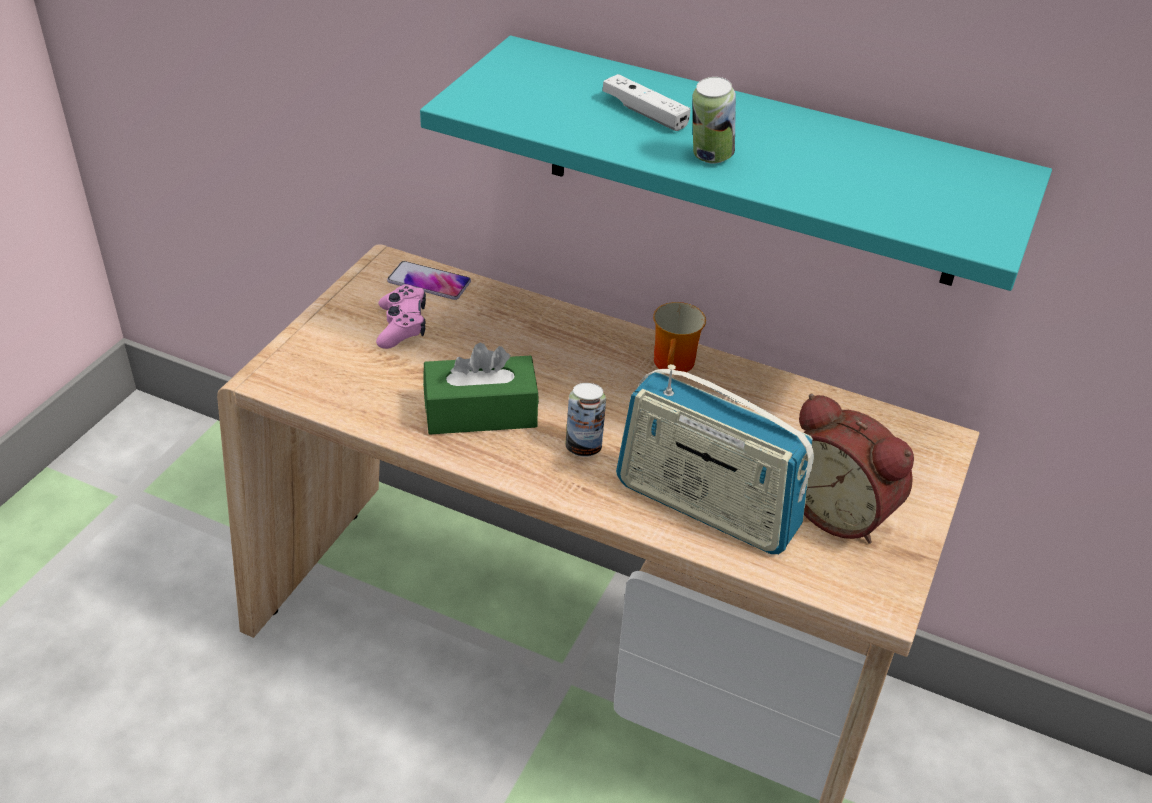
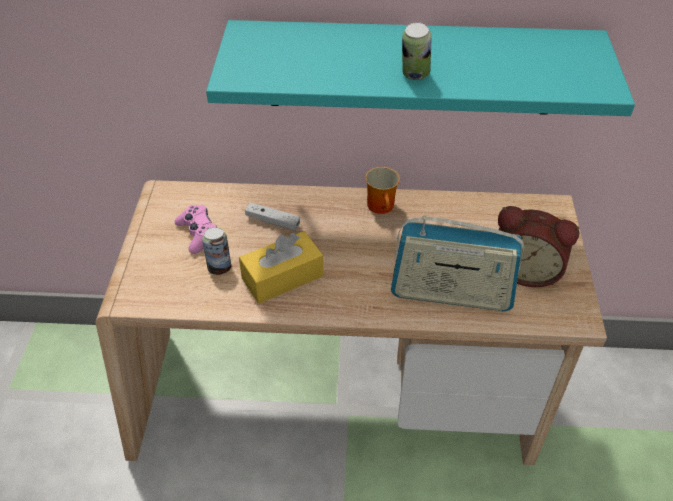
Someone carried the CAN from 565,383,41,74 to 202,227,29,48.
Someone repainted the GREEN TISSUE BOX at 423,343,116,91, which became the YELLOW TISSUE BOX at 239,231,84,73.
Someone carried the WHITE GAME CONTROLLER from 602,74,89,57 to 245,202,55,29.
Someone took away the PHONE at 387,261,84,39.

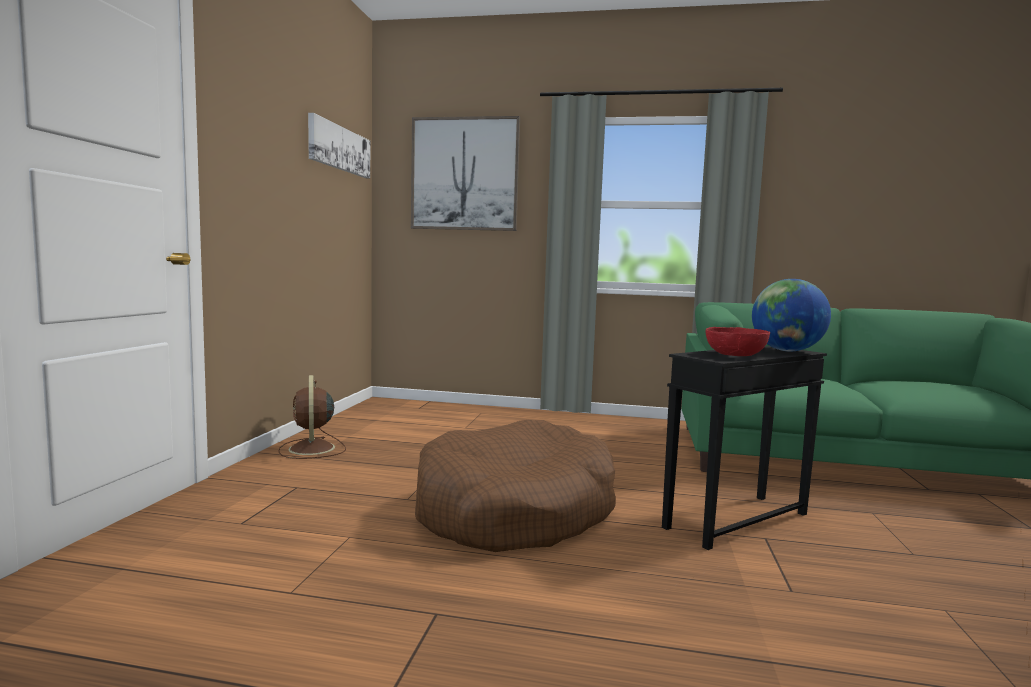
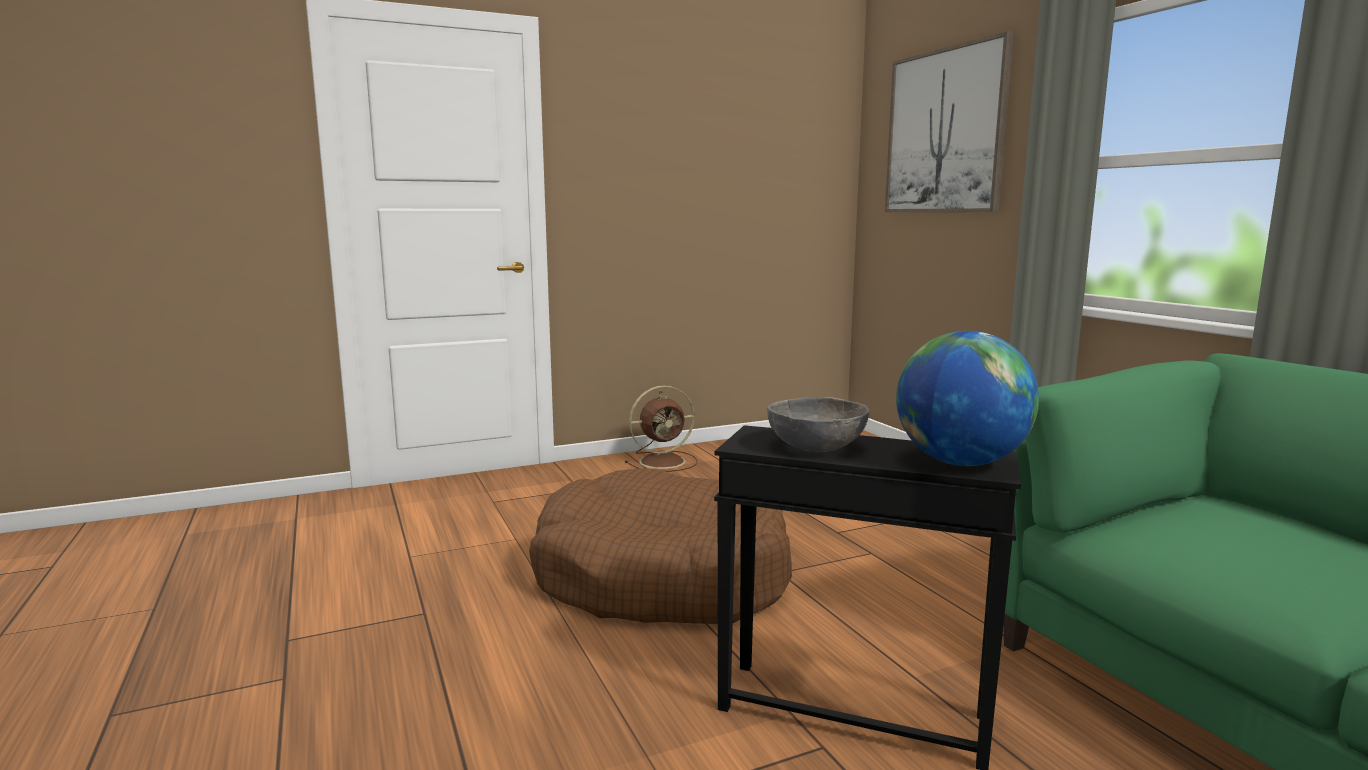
Someone rotated the BROWN FAN at 278,375,68,84 by 150 degrees counterclockwise.
Someone repainted the RED BOWL at 705,327,65,29, which became the GREY BOWL at 767,397,102,55.
Someone took away the PICTURE at 308,113,62,65.

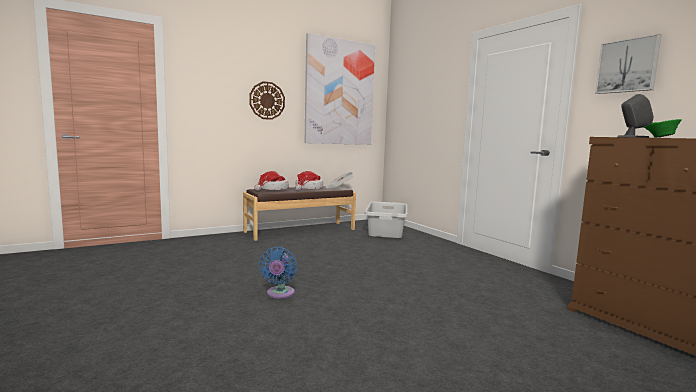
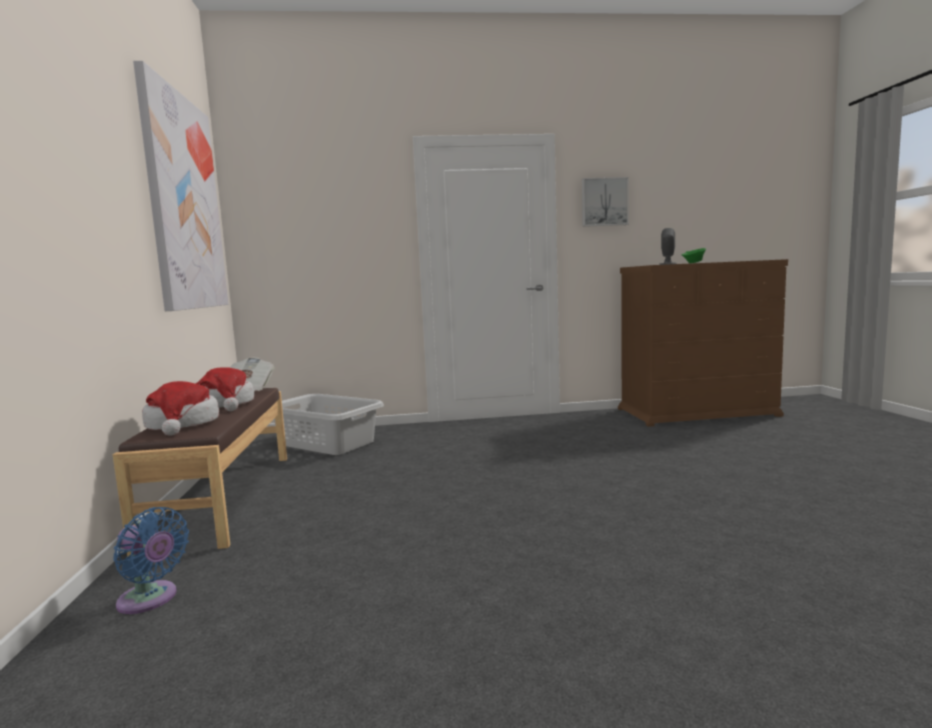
Someone carried the BLUE FAN from 259,247,38,51 to 113,507,76,107.
Someone took away the WALL CLOCK at 249,81,36,39.

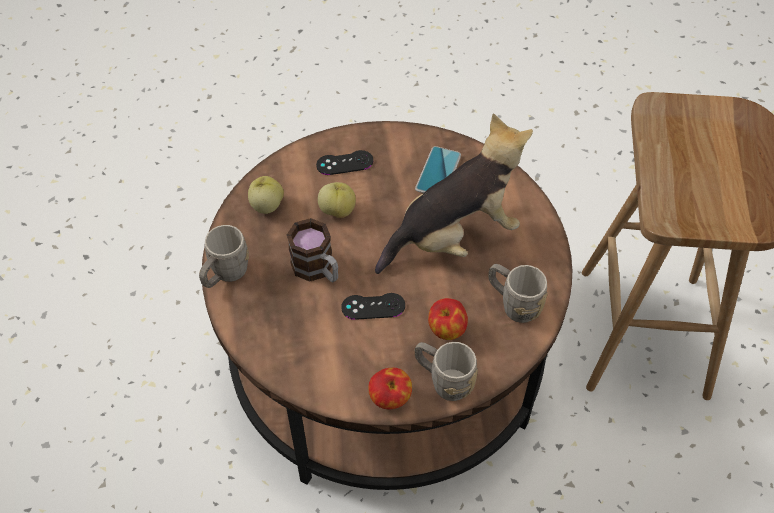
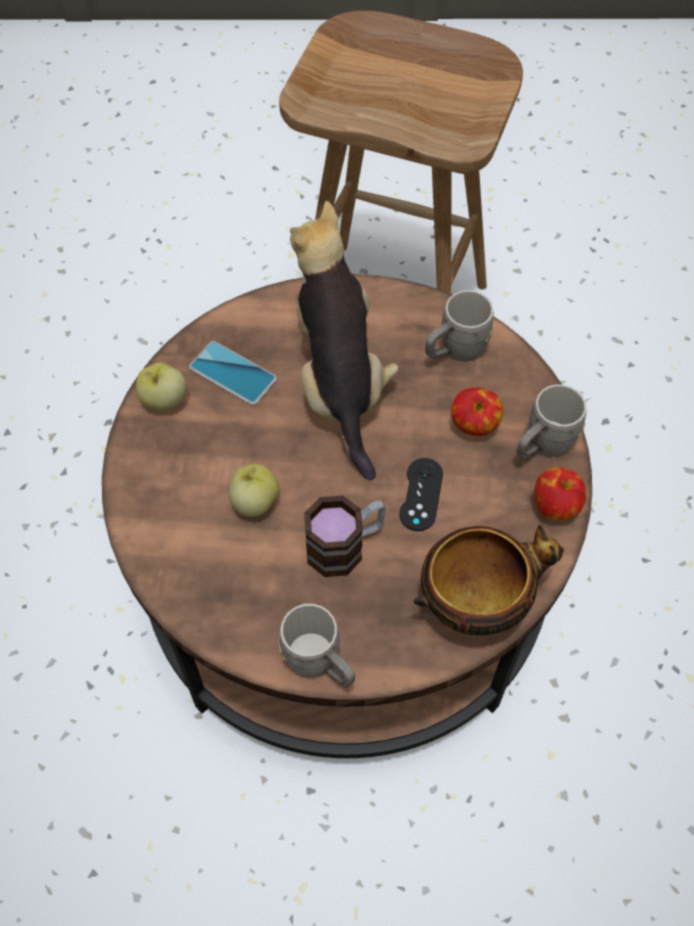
Someone carried the APPLE from 248,176,36,38 to 136,362,51,48.
Someone put down the BOWL at 414,525,150,111.
Someone took away the BLACK GAME CONTROLLER at 316,150,57,25.

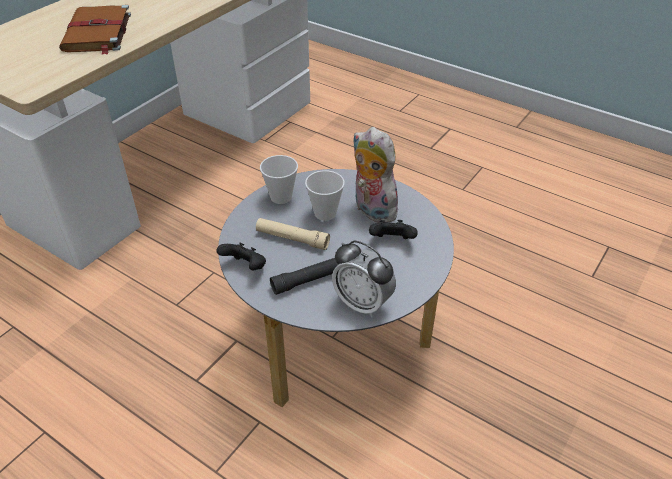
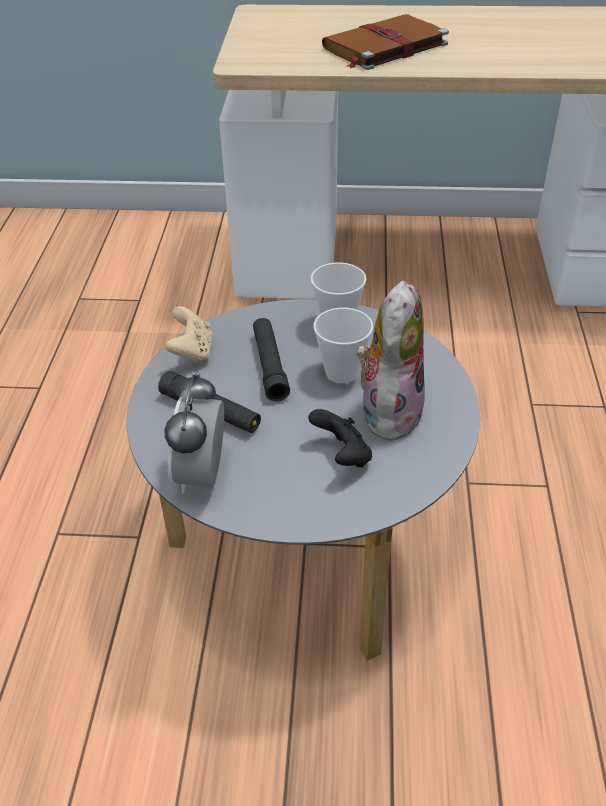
Someone repainted the BLACK GAME CONTROLLER at 216,243,50,27, which became the BEIGE GAME CONTROLLER at 165,306,48,58.
Someone repainted the BEIGE FLASHLIGHT at 256,218,74,32, which became the BLACK FLASHLIGHT at 253,318,37,84.

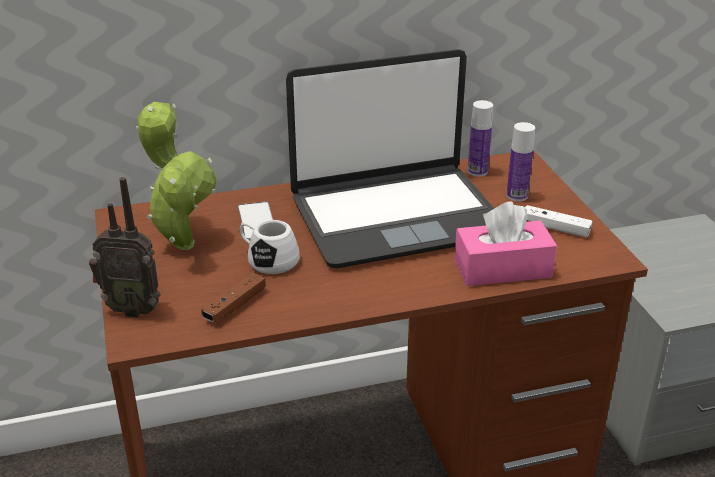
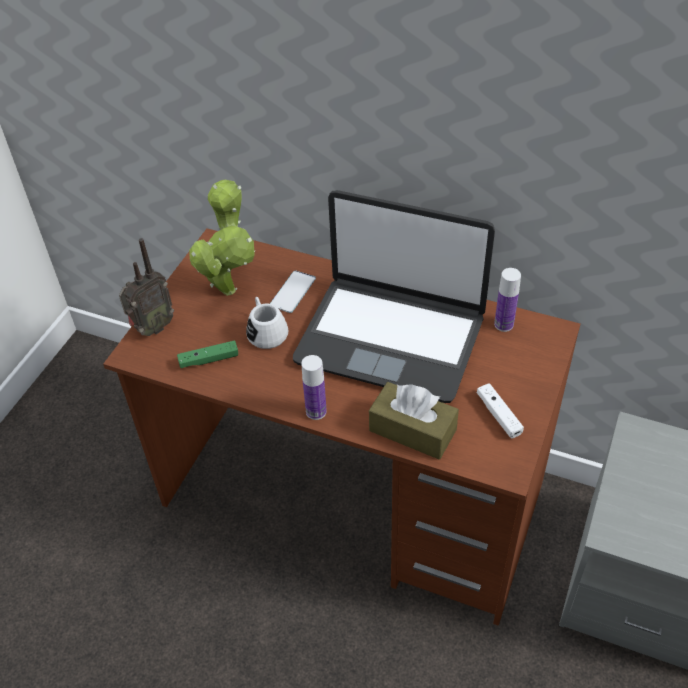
Someone rotated the RADIO at 89,177,72,141 by 90 degrees counterclockwise.
Someone repainted the BROWN GAME CONTROLLER at 201,272,65,50, which became the GREEN GAME CONTROLLER at 177,340,61,28.
Someone carried the BOTTLE from 506,122,29,79 to 301,355,26,65.
Someone repainted the PINK TISSUE BOX at 454,201,103,85, which became the BROWN TISSUE BOX at 369,382,90,78.

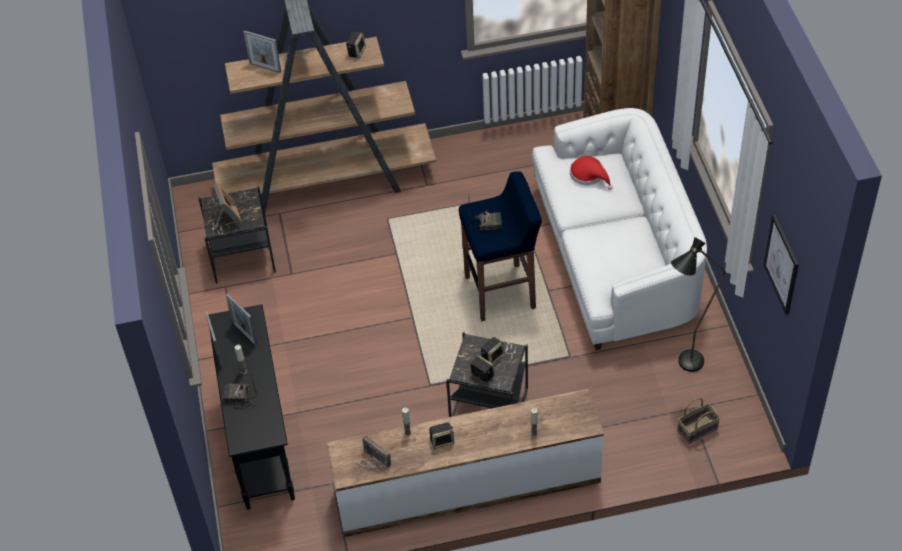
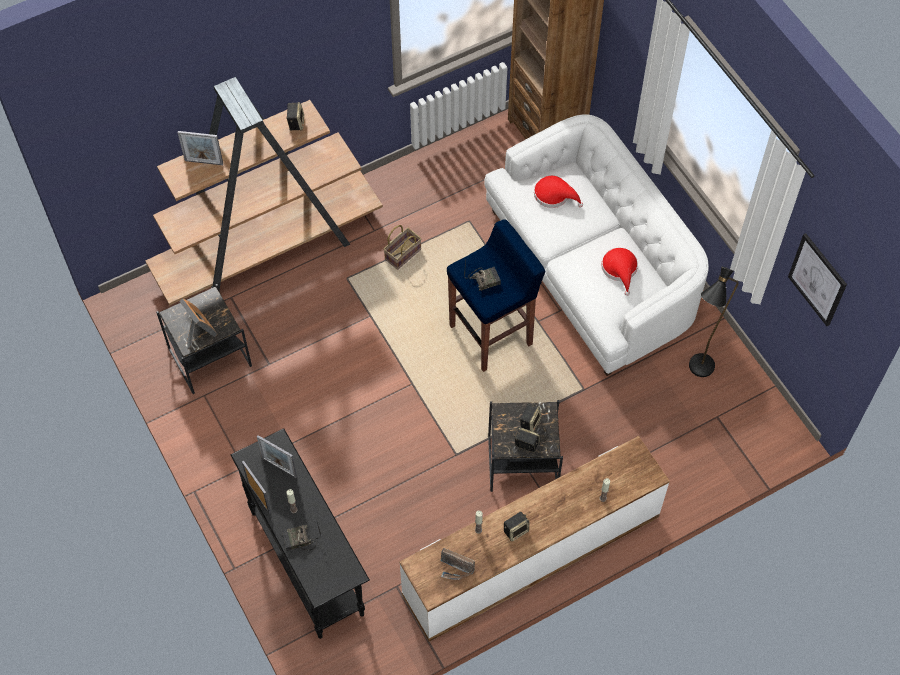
Someone carried the BASKET from 677,398,43,47 to 384,225,37,45.
Someone put down the RED HAT at 601,248,37,48.

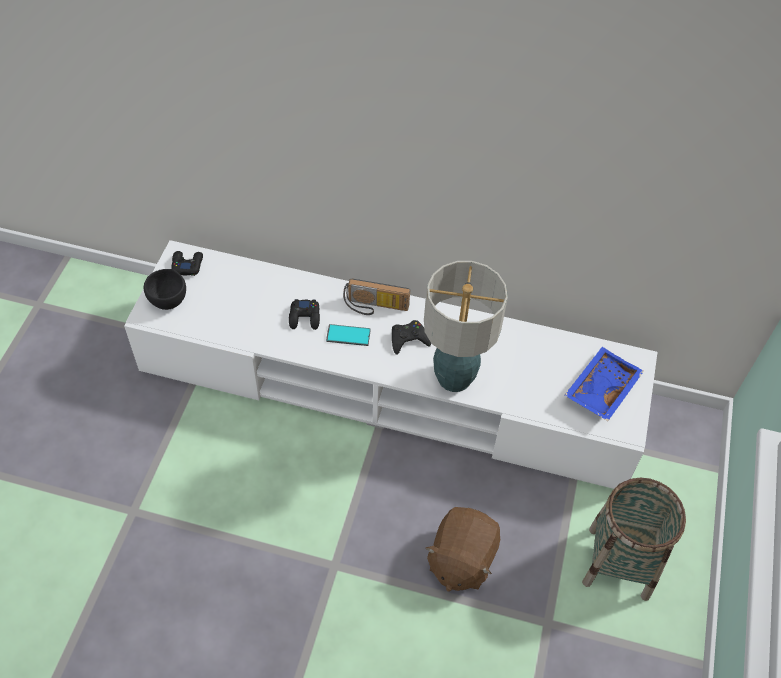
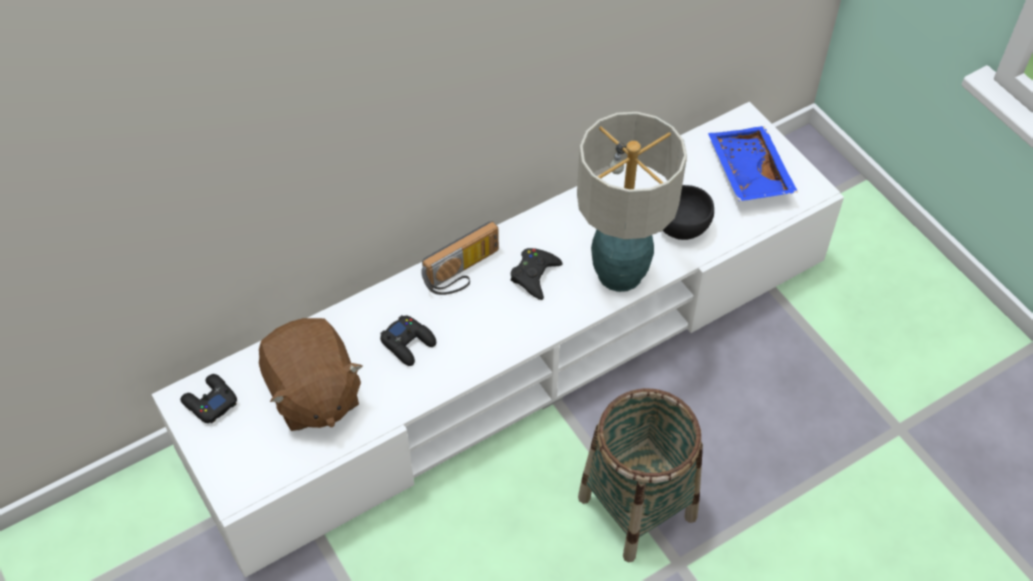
Someone carried the BROWN PLUSH TOY from 425,507,75,85 to 259,318,104,113.
Someone carried the BASKET from 582,478,104,123 to 578,388,125,174.
Someone carried the BLACK BOWL from 144,269,42,41 to 663,185,51,55.
Someone took away the PHONE at 326,324,45,22.

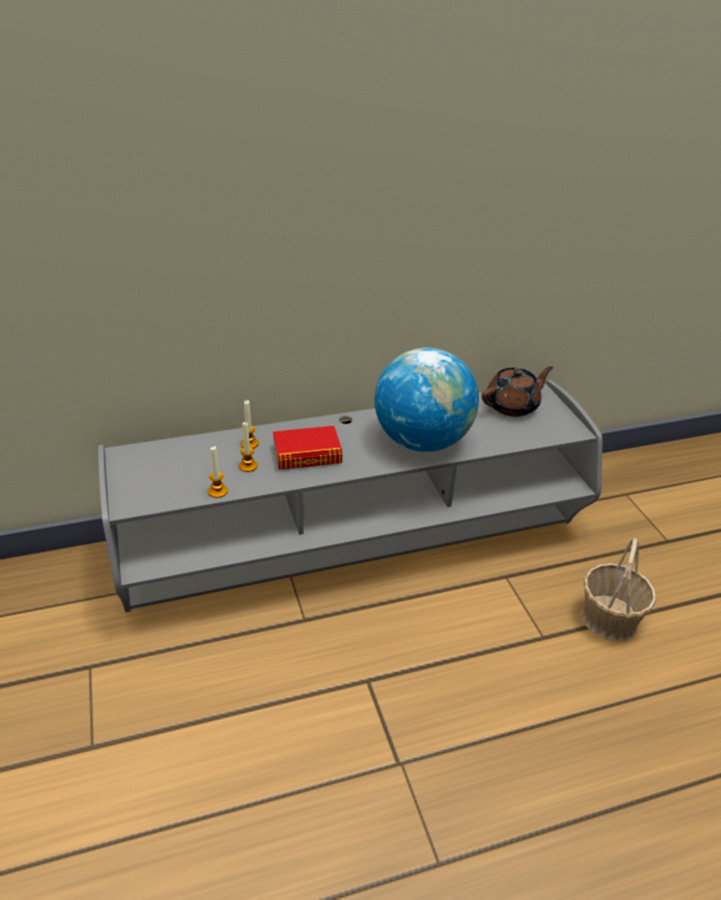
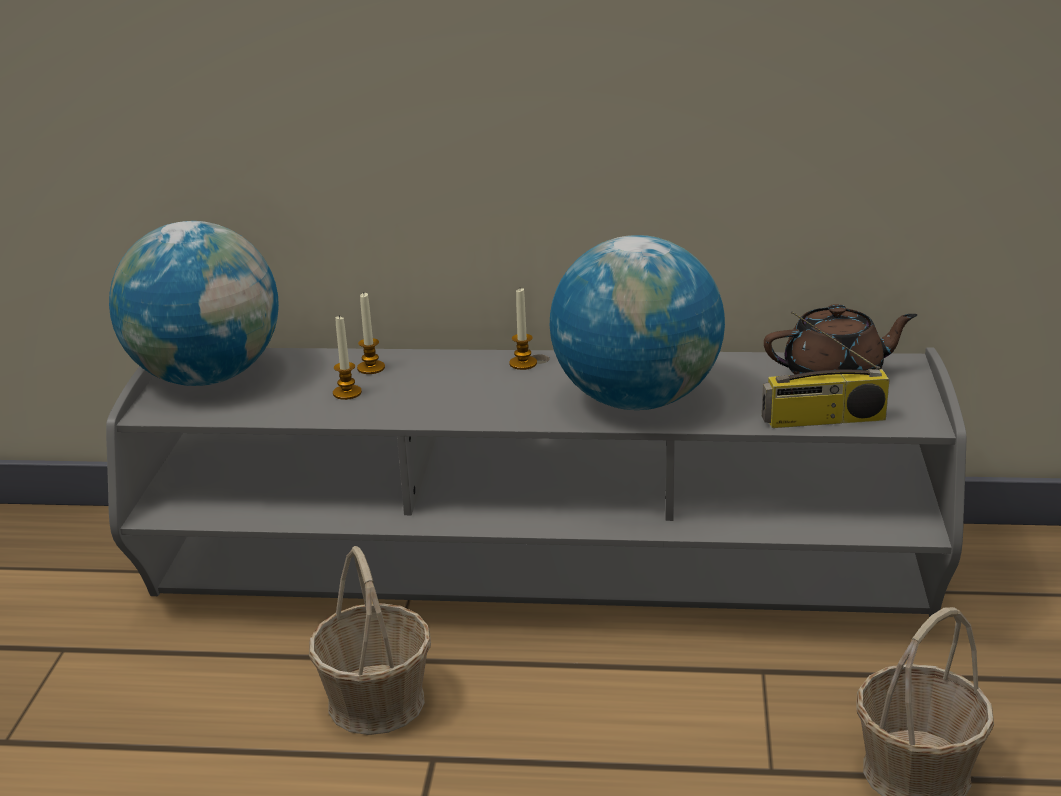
Someone put down the GLOBE at 109,221,170,165.
Someone put down the BASKET at 309,546,122,189.
Someone carried the CANDLE from 208,446,20,52 to 509,289,28,81.
Someone put down the RADIO at 762,311,128,117.
Someone took away the BOOK at 273,426,69,44.

